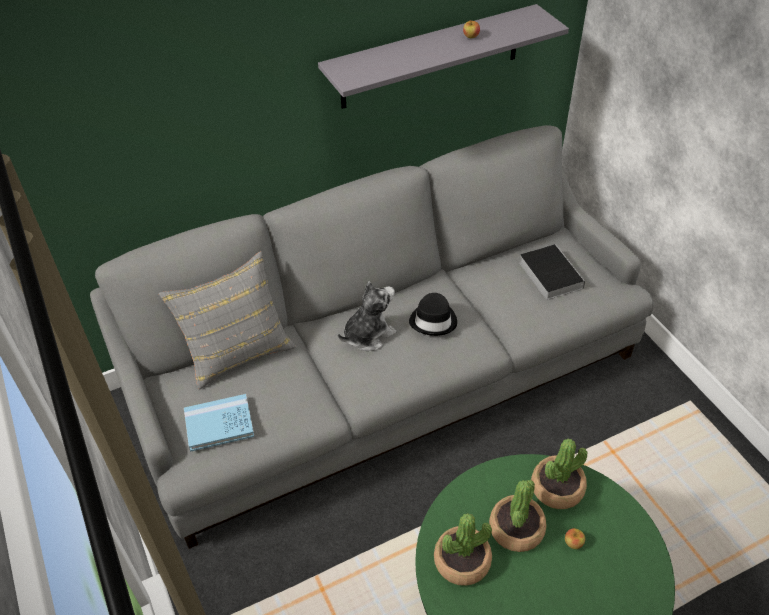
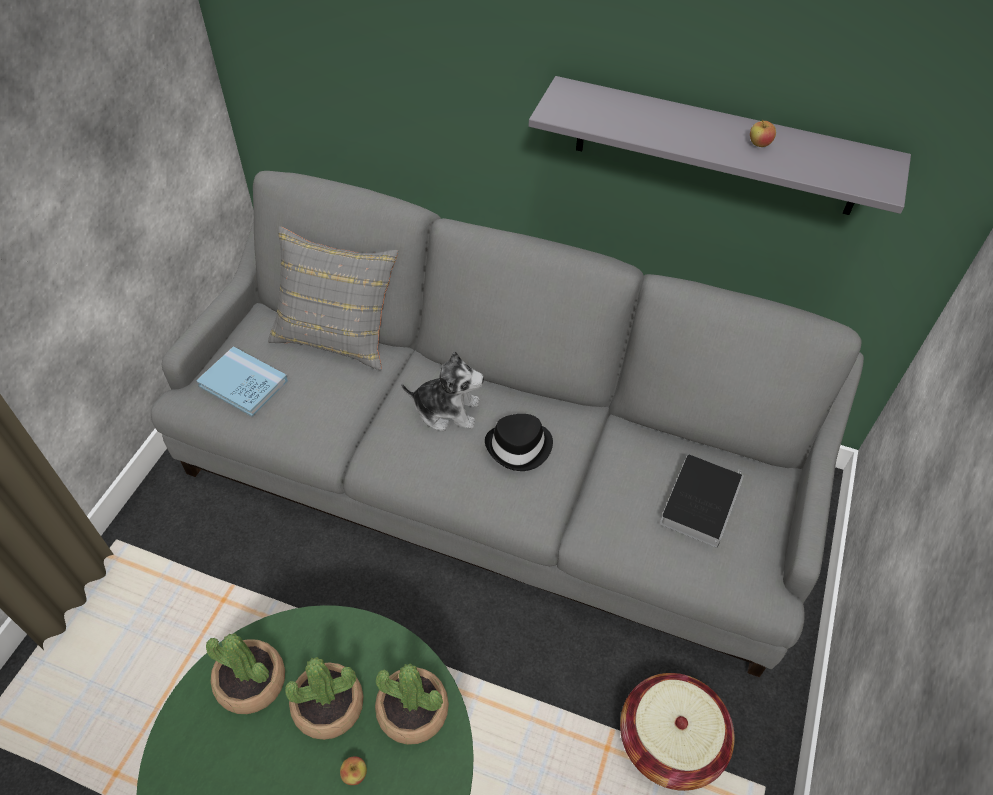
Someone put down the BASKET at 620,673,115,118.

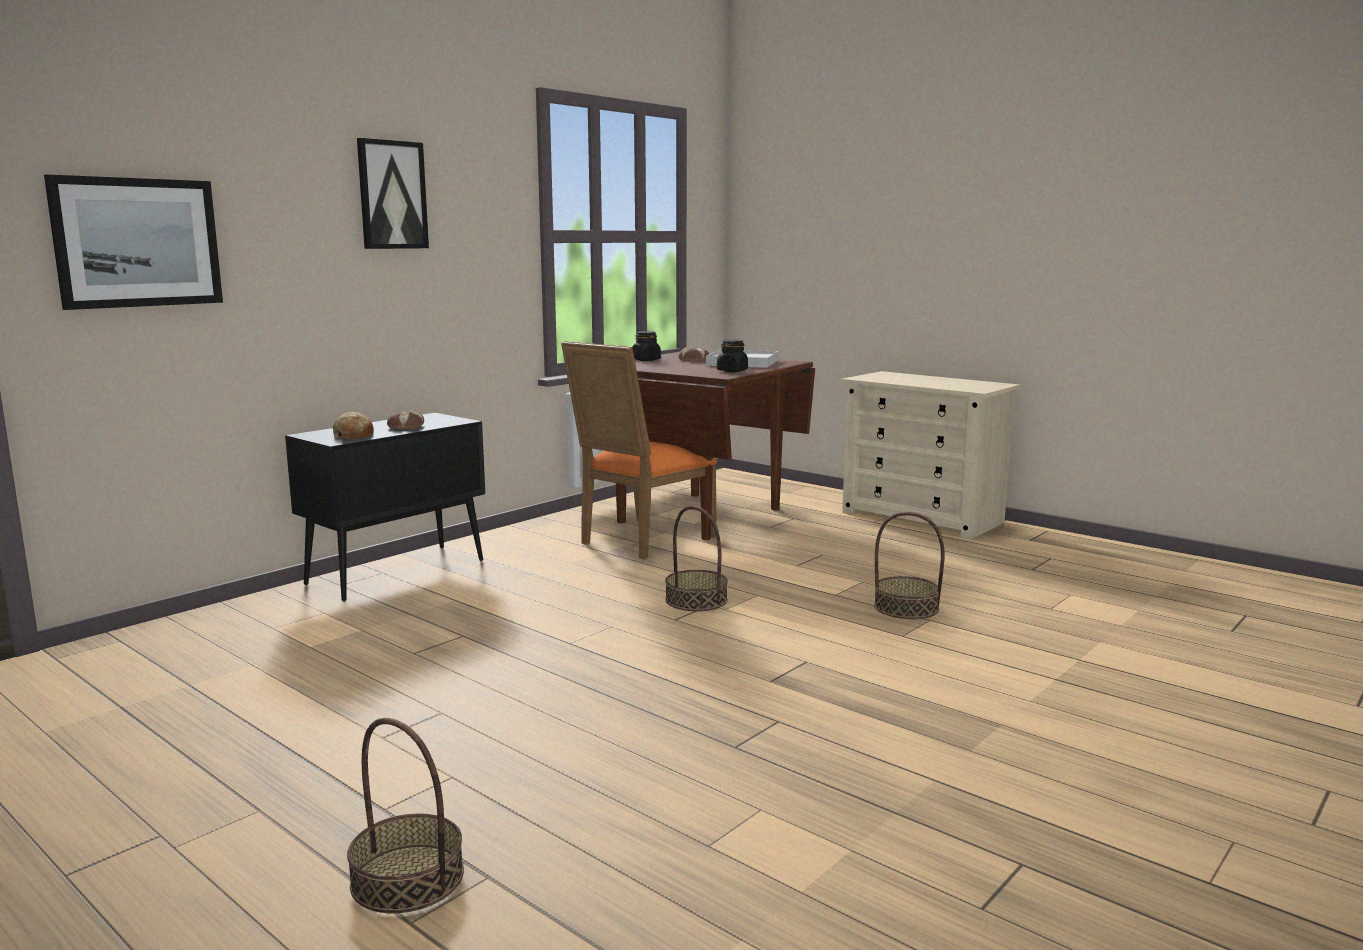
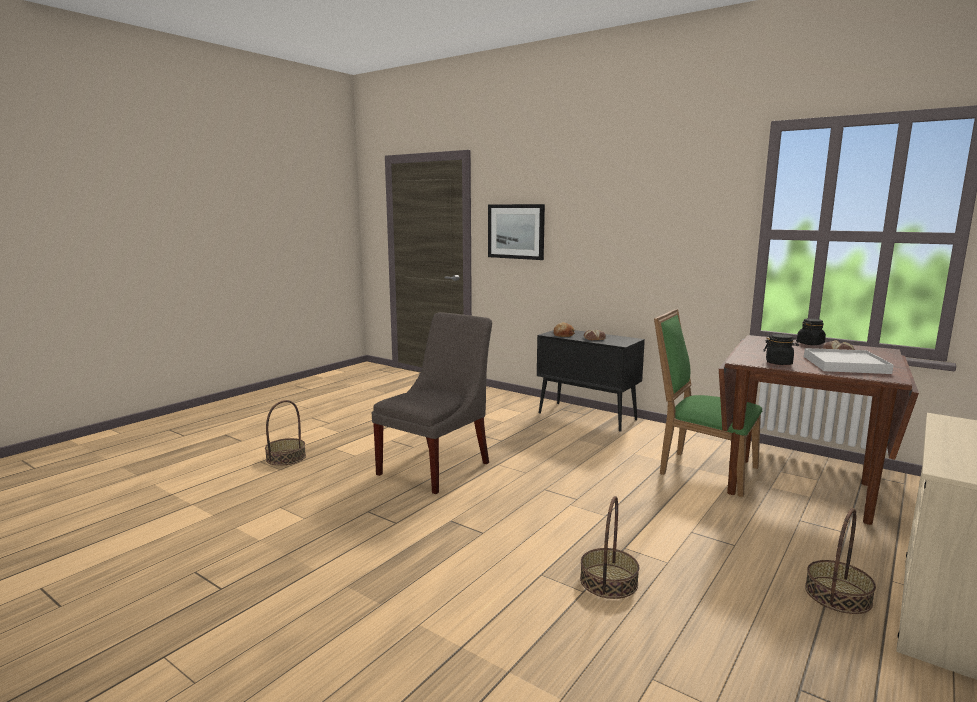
Someone put down the GREY CHAIR at 372,312,120,182.
Someone repainted the ORANGE CHAIR at 561,341,156,218, which became the GREEN CHAIR at 654,309,108,188.
Someone carried the BASKET from 665,506,63,105 to 805,508,71,106.
Someone took away the PICTURE at 357,138,72,111.

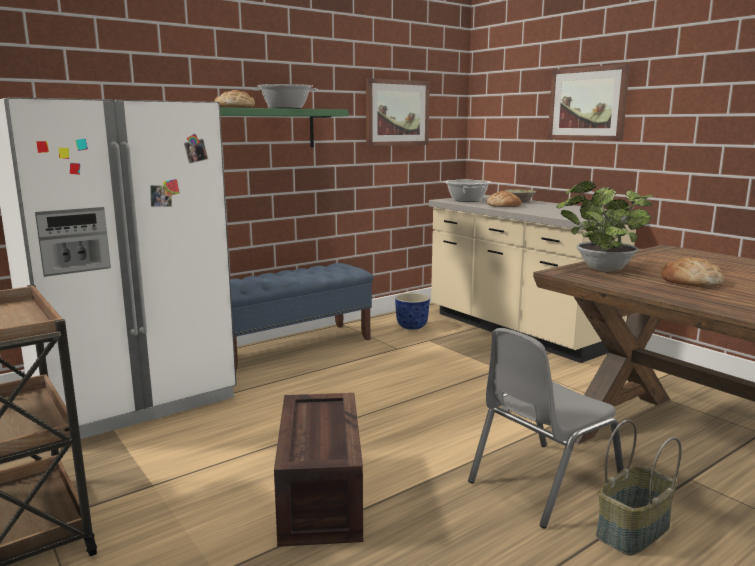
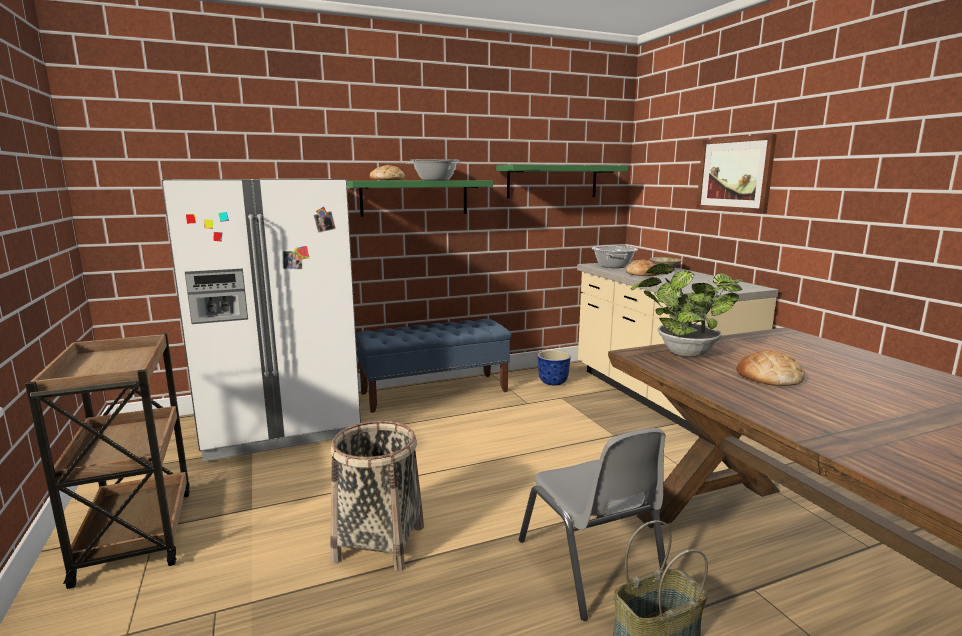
Someone swapped the CRATE at 274,393,89,154 for the BASKET at 330,421,94,151.
Someone swapped the PICTURE at 366,78,64,68 for the GREEN SHELF at 496,165,132,33.
Someone rotated the GREY CHAIR at 468,328,156,201 by 90 degrees counterclockwise.

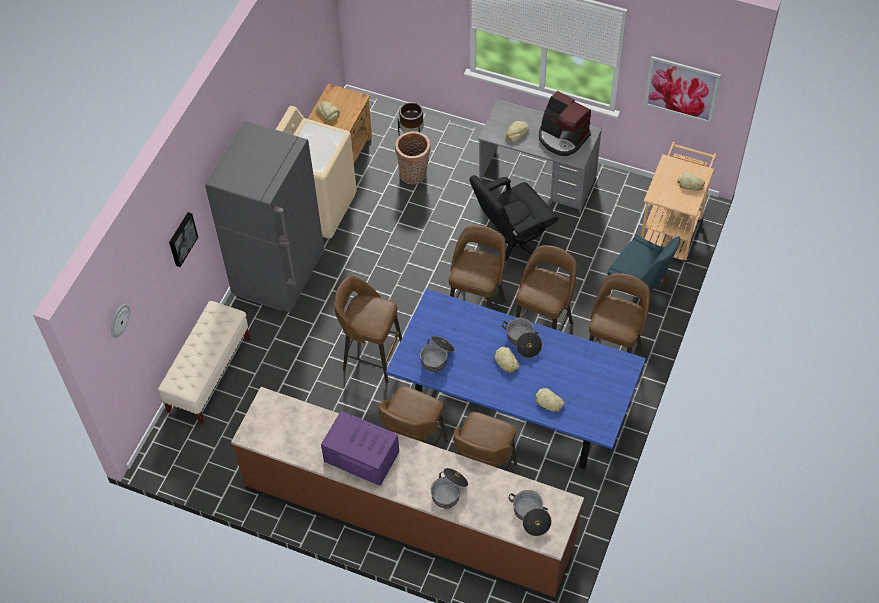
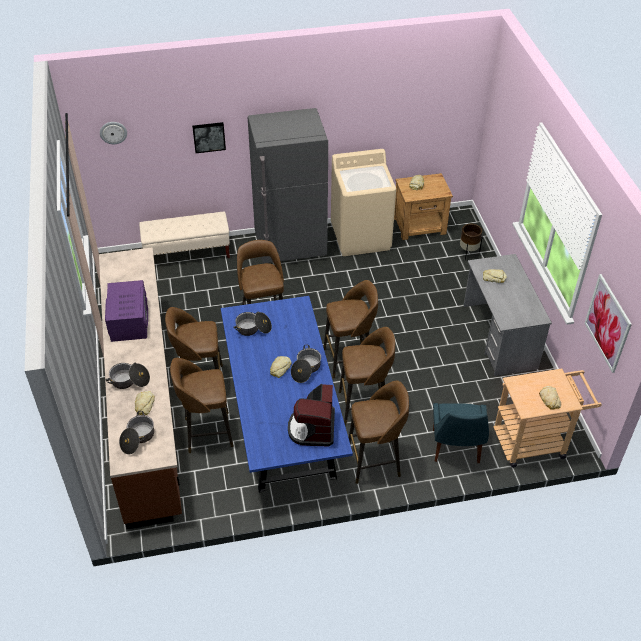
Someone carried the BREAD from 536,388,28,24 to 135,391,20,24.
Someone carried the COFFEE MACHINE from 539,91,52,65 to 288,384,47,63.
Someone took away the BASKET at 395,131,35,54.
Someone took away the BLACK OFFICE CHAIR at 469,175,89,96.

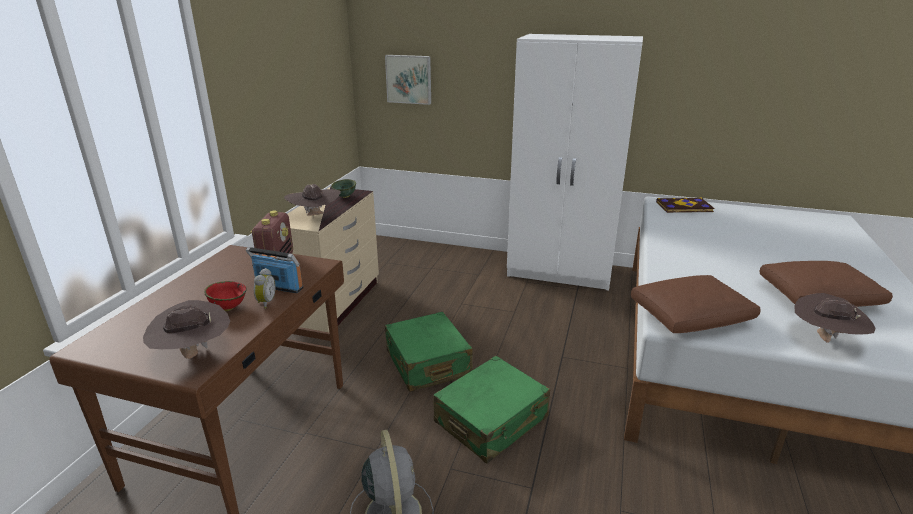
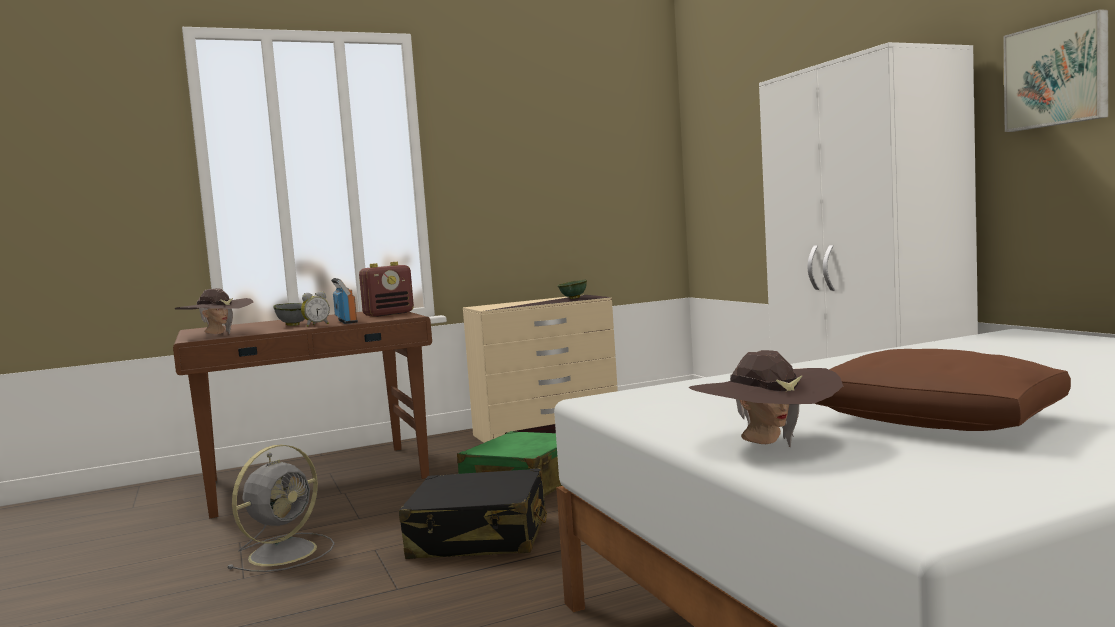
Someone repainted the RED BOWL at 204,281,43,30, which became the GREY BOWL at 273,303,32,23.
Someone repainted the GREEN SUITCASE at 433,356,117,107, which became the BLACK SUITCASE at 399,468,148,91.
Someone carried the PICTURE from 385,55,46,50 to 1003,9,105,123.
Someone took away the BROWN HAT at 284,184,57,32.
Someone took away the BROWN PILLOW at 631,275,130,58.
Someone took away the BOOK at 656,198,58,15.

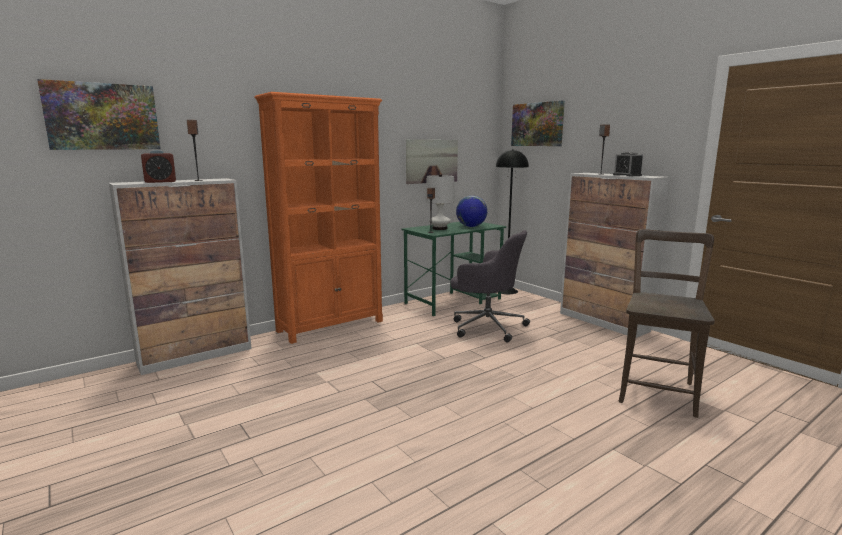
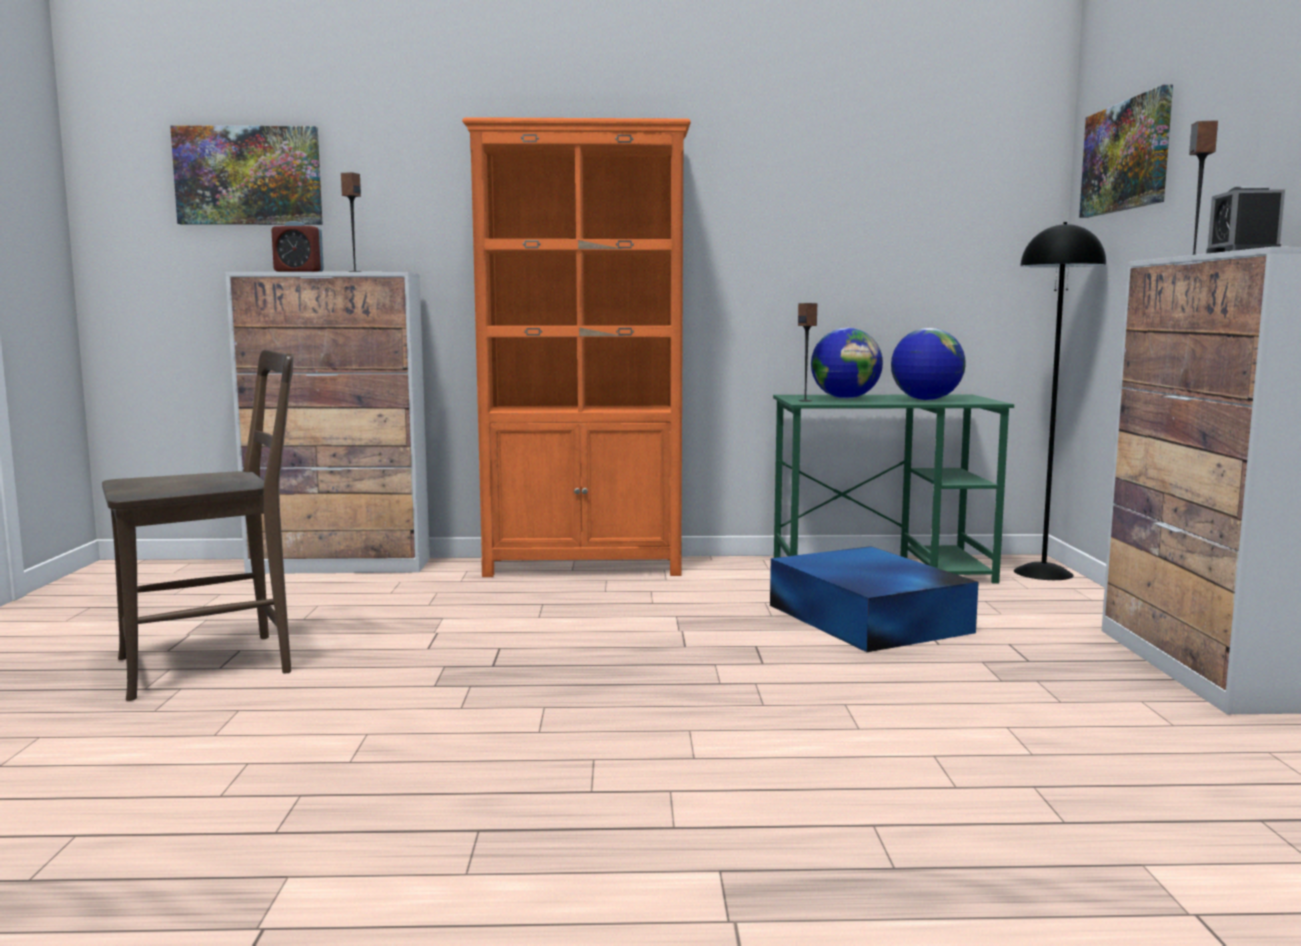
Someone carried the BROWN CHAIR from 619,229,96,189 to 102,350,192,351.
Someone swapped the GREY OFFICE CHAIR at 450,230,80,112 for the BLUE STORAGE BOX at 770,546,209,106.
Someone swapped the WHITE TABLE LAMP at 425,174,30,56 for the GLOBE at 811,328,72,71.
Someone took away the PICTURE at 406,139,52,45.

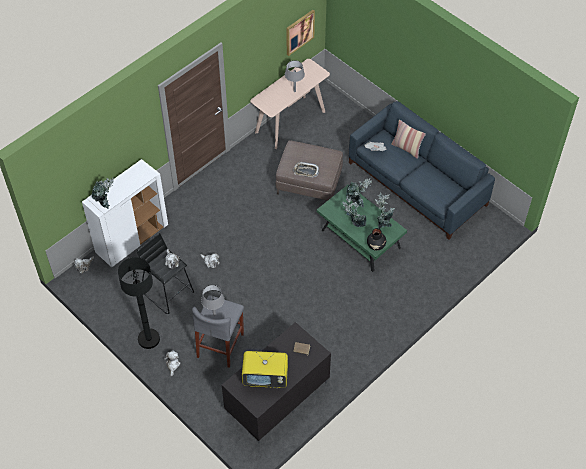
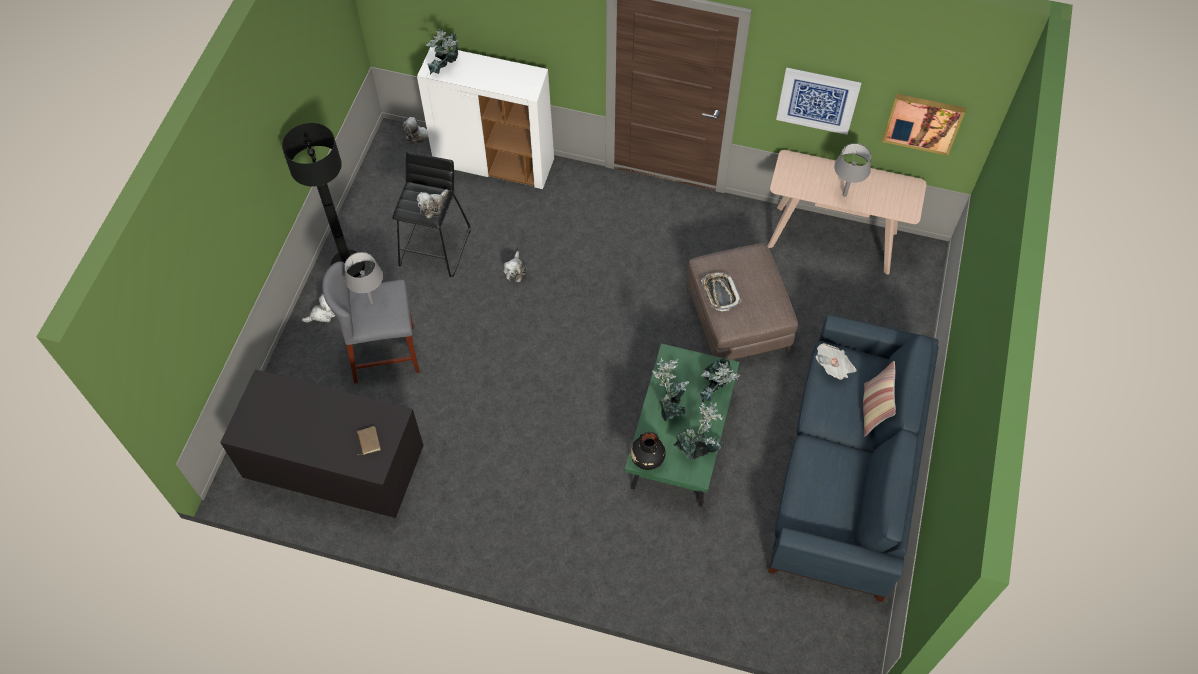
Someone put up the PICTURE at 776,67,85,68.
Someone took away the TELEVISION at 242,351,46,37.

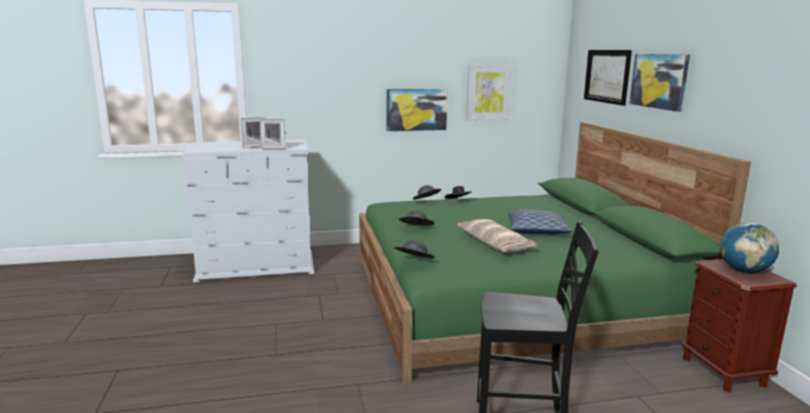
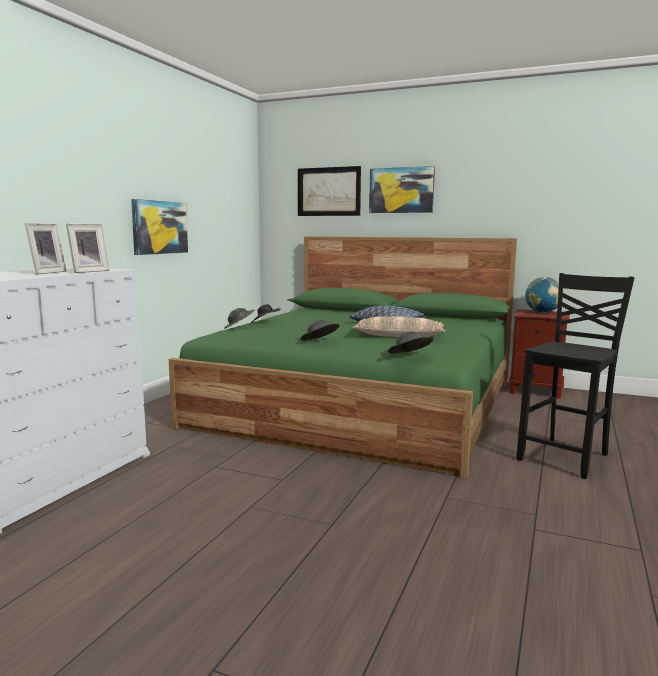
Someone took away the PICTURE at 466,64,46,57.

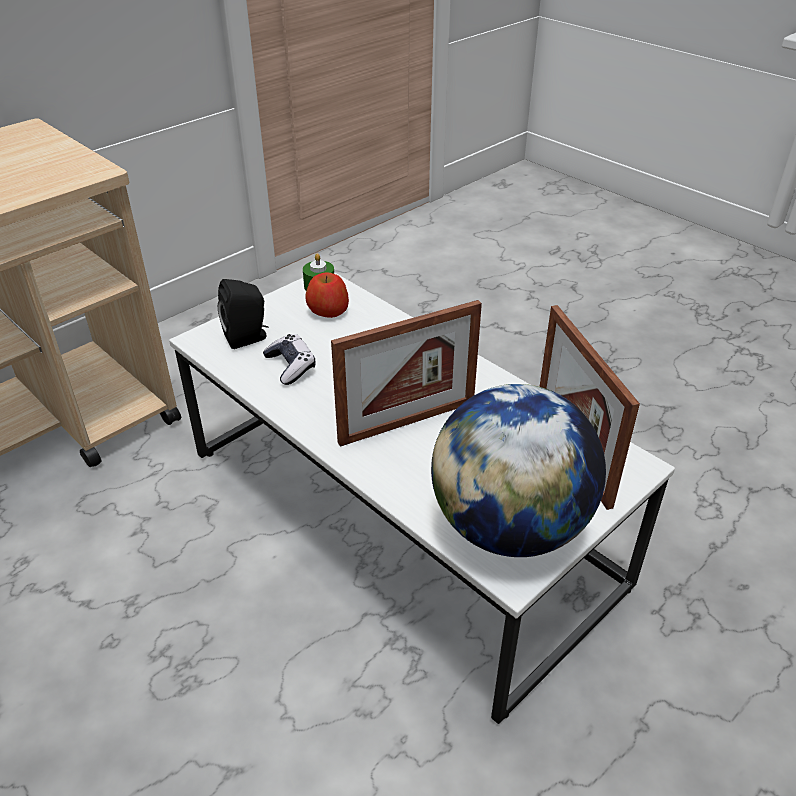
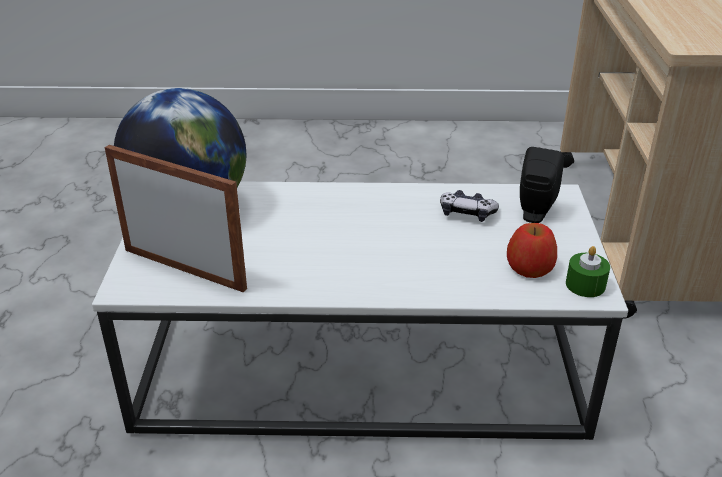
Someone took away the PICTURE FRAME at 331,300,151,147.

